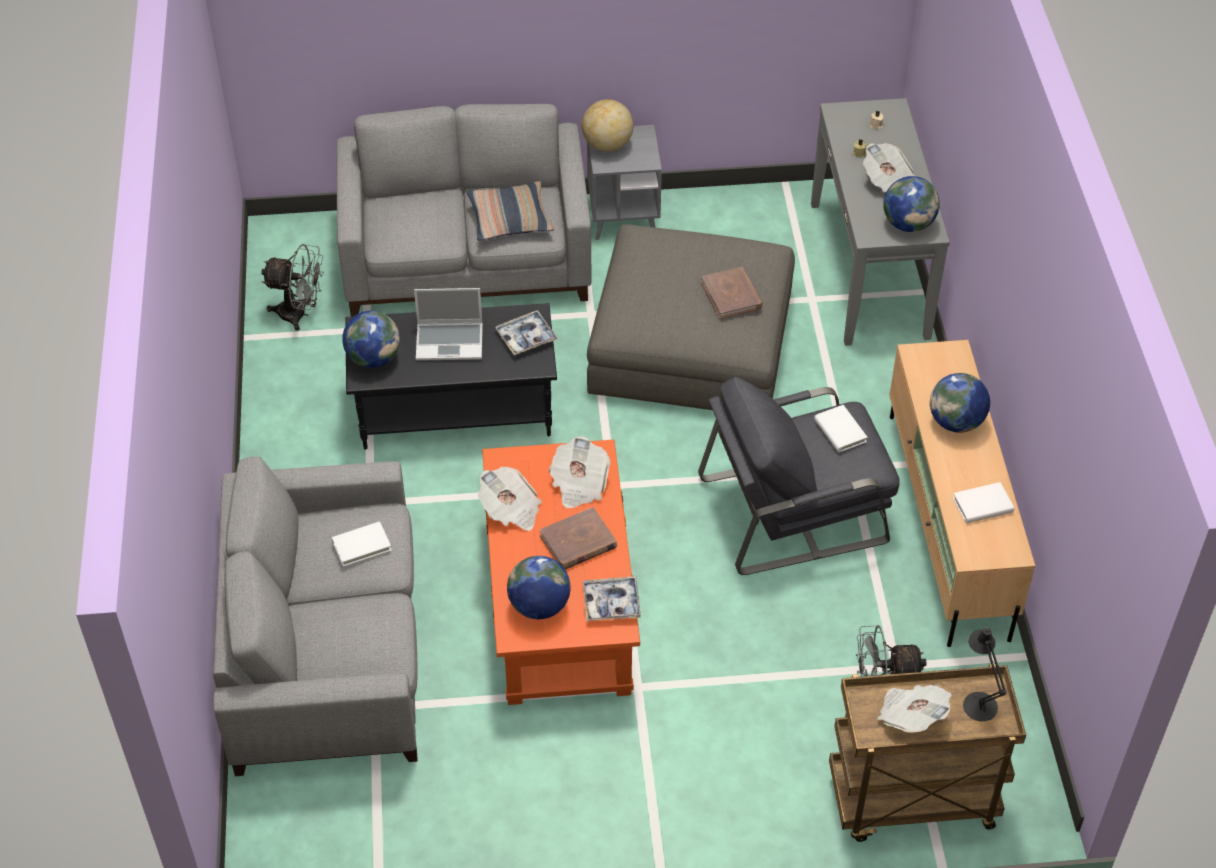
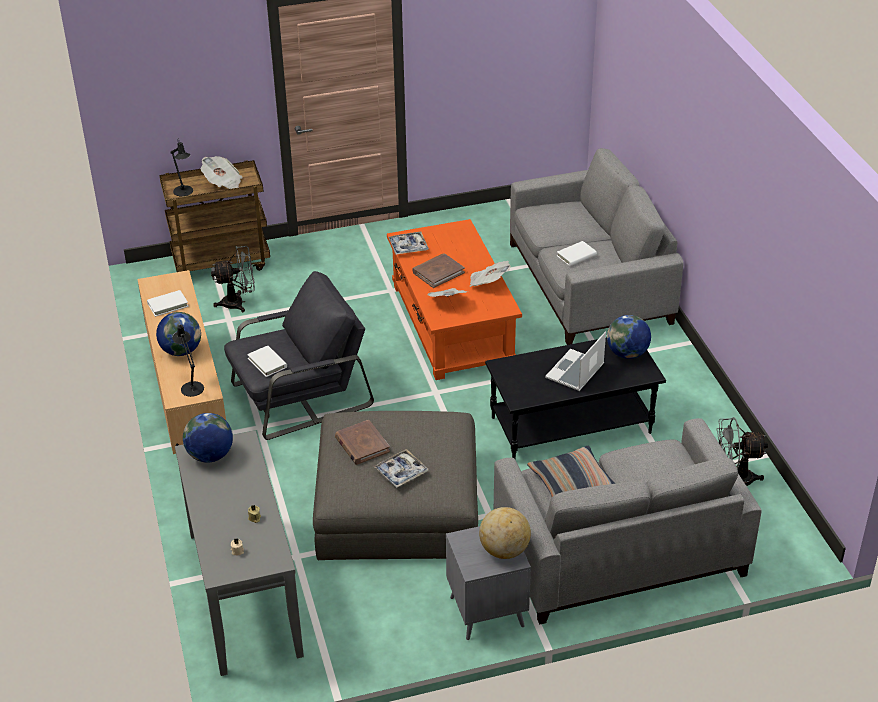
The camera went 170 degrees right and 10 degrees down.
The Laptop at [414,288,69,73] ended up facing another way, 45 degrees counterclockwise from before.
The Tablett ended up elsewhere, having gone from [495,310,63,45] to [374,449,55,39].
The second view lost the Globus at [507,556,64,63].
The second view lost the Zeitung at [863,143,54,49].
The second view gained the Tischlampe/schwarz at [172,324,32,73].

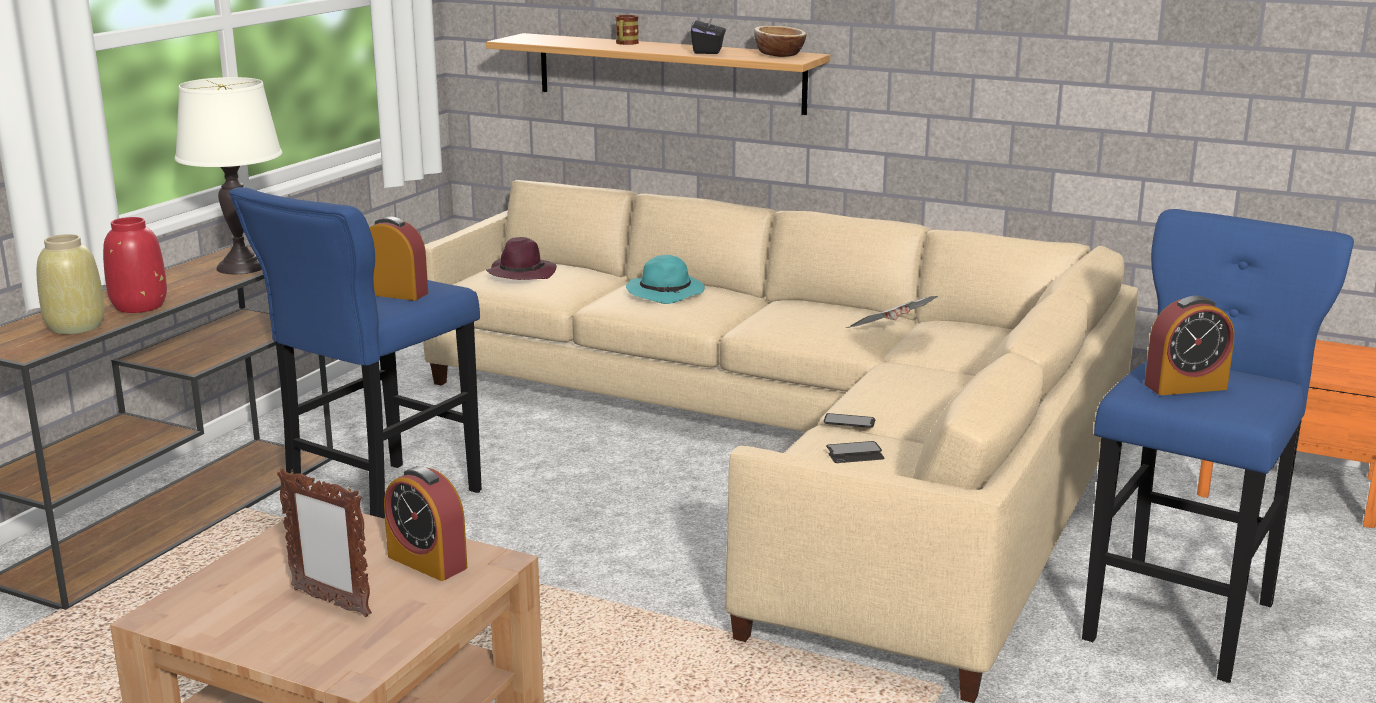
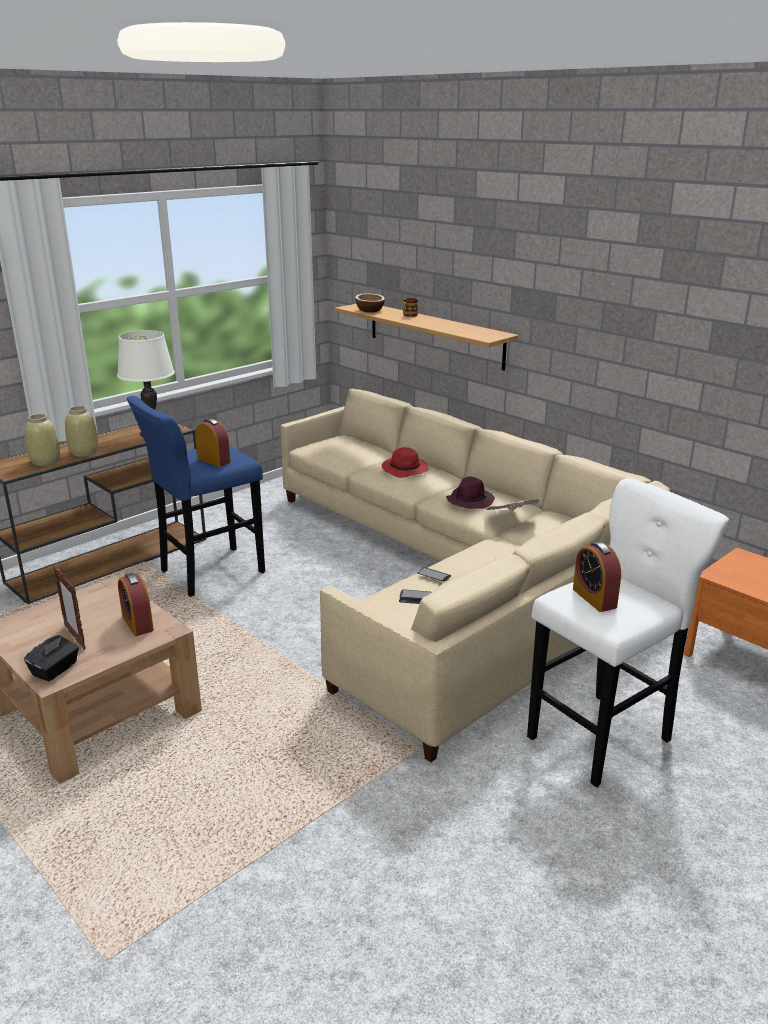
The camera went 20 degrees right and 5 degrees up.
What was the Vase/rot at [103,217,64,96] turned into the Vase/beige at [65,406,33,51].
The Hut/lila ended up elsewhere, having gone from [486,237,71,43] to [446,476,49,33].
What was the Hut/türkis at [626,255,79,49] turned into the Hut/rot at [382,447,47,31].
The Taschentuchbox/schwarz ended up elsewhere, having gone from [691,11,35,43] to [24,635,55,46].
The Schüssel ended up elsewhere, having gone from [754,26,53,31] to [355,293,30,19].
What was the Hocker/blau at [1082,209,272,474] turned into the Hocker/weiß at [527,478,202,309].
The Wecker at [1144,296,90,99] ended up facing another way, 60 degrees clockwise from before.

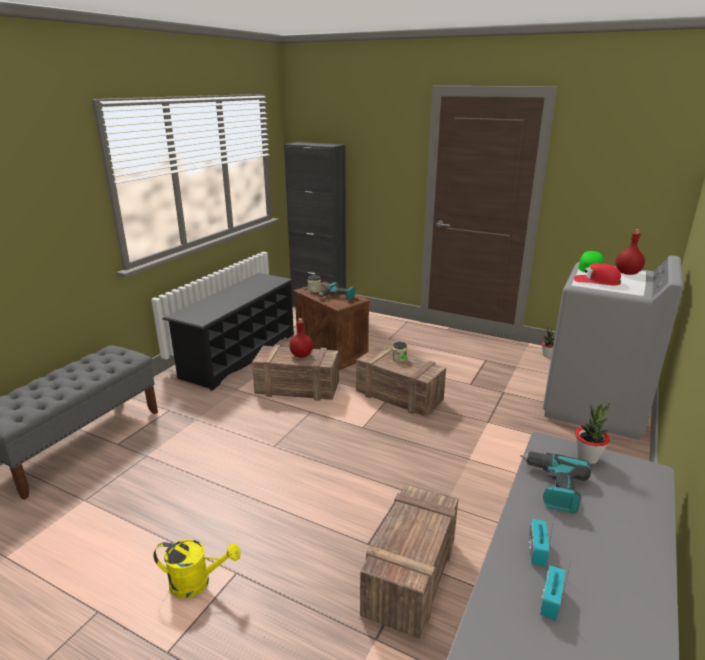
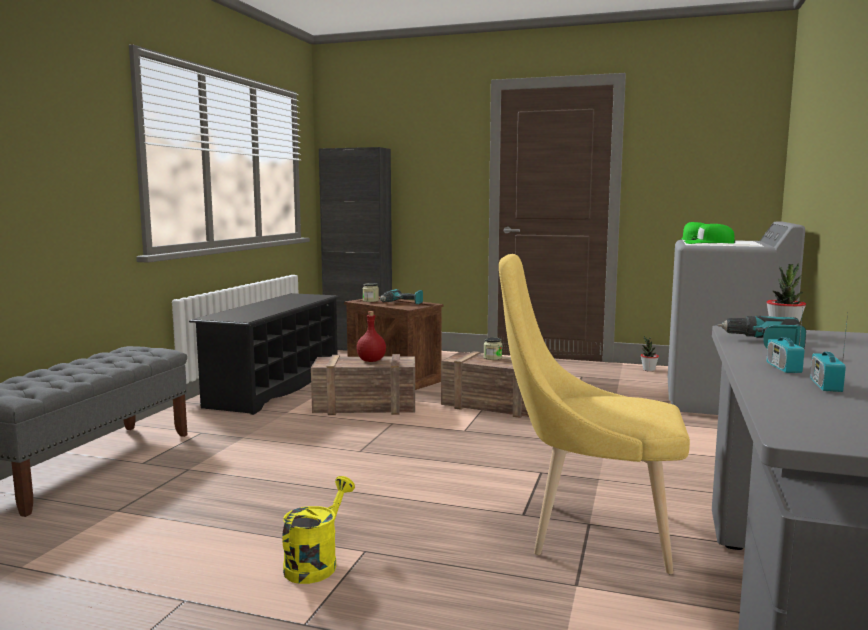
The camera went 10 degrees left and 15 degrees down.
The Gießkanne/gelb at [153,539,87,59] ended up facing another way, 60 degrees counterclockwise from before.
Where the Kiste stood at [360,484,98,155], the Stuhl/gelb came to stand at [499,254,191,320].
What was the Kappe/rot at [574,263,47,22] turned into the Kappe/grün at [684,224,51,20].
The second view lost the Flasche/rot at [616,229,29,46].

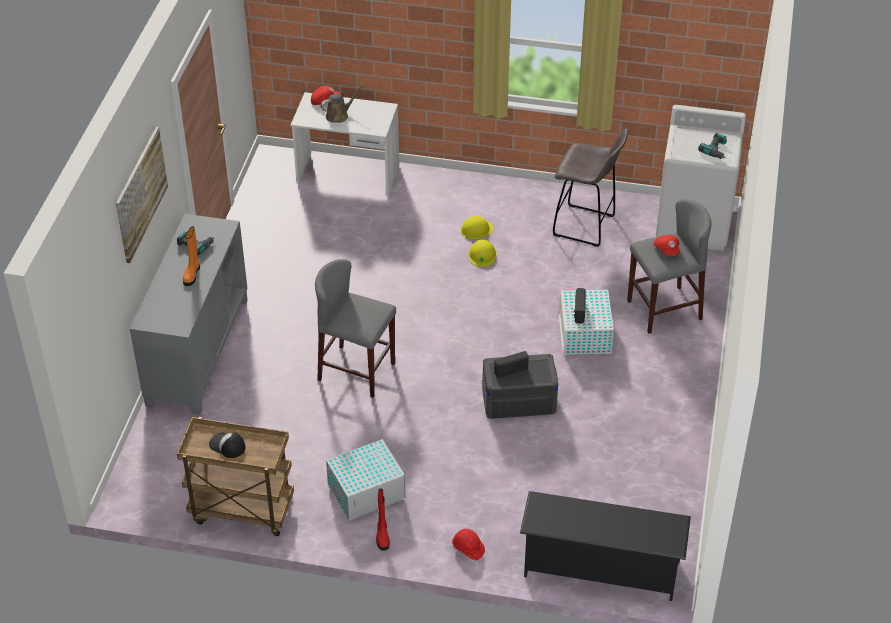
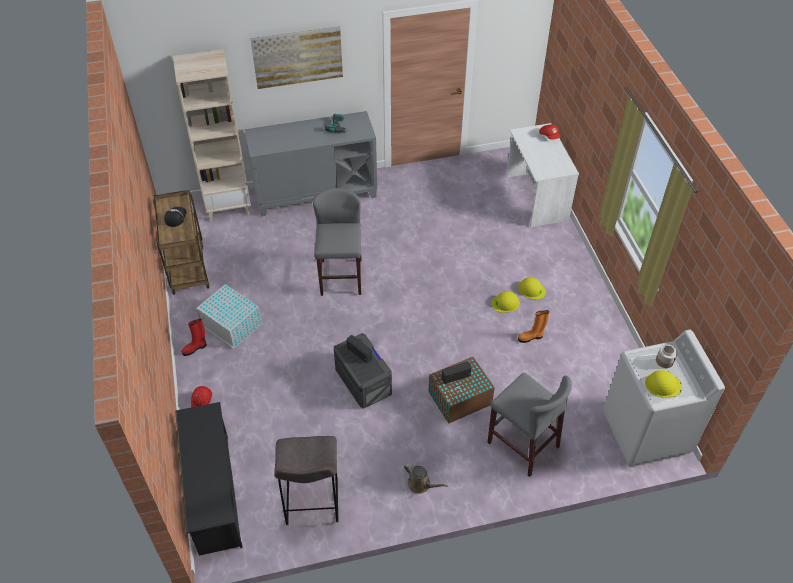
The camera went 65 degrees right and 5 degrees up.
The Stiefel/orange ended up elsewhere, having gone from [183,226,17,60] to [518,310,31,33].
The Gießkanne/braun ended up elsewhere, having gone from [320,83,44,40] to [404,463,44,31].
The Hocker/grau ended up elsewhere, having gone from [553,128,75,119] to [274,436,65,89].
What was the Aufbewahrungsbox/weiß at [558,290,56,65] turned into the Aufbewahrungsbox/braun at [429,357,66,67].
The second view lost the Kappe/rot at [654,235,26,21].
Where the Bohrmaschine stood at [698,133,29,26], the Schutzhelm/gelb came to stand at [645,370,37,27].
The second view gained the Bücherregal/beige at [173,49,78,172].
The second view gained the Vorratsglas at [656,344,21,24].

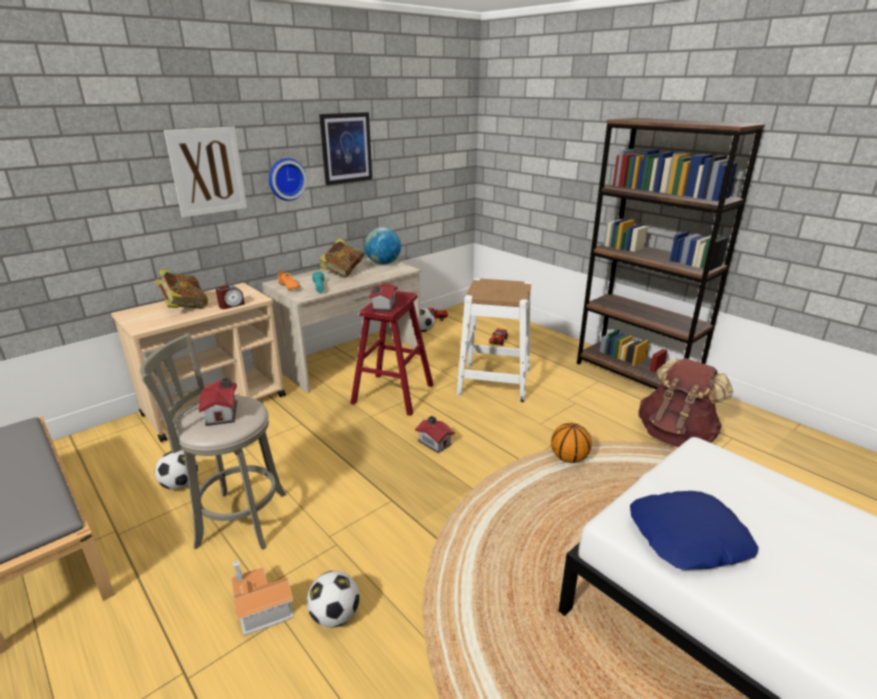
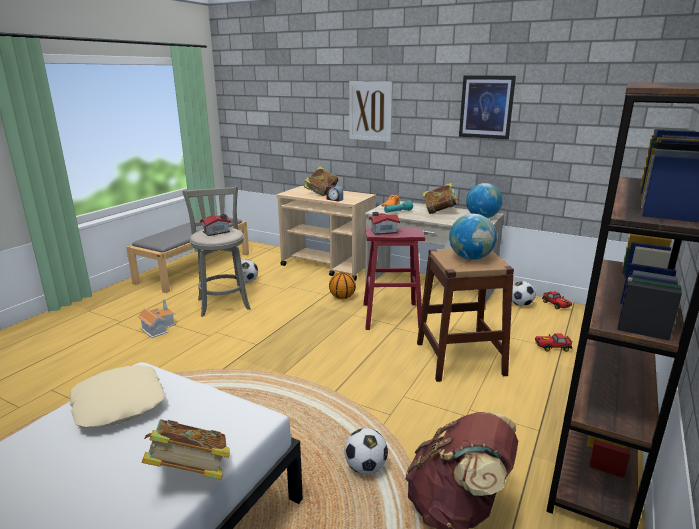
The camera went 70 degrees right and 5 degrees down.
The second view lost the Wanduhr at [269,158,38,43].
The Fußball ended up elsewhere, having gone from [307,571,52,57] to [344,428,44,46].
The second view lost the Spielzeughaus at [415,416,40,37].
What was the Hocker/weiß at [456,278,75,124] turned into the Hocker/braun at [417,248,97,134].
The Basketball ended up elsewhere, having gone from [551,423,41,40] to [329,272,27,27].
What was the Kissen/blau at [630,491,128,79] turned into the Kissen/beige at [70,365,95,63].
The second view gained the Buch at [142,419,88,61].
The second view gained the Globus at [449,214,48,46].

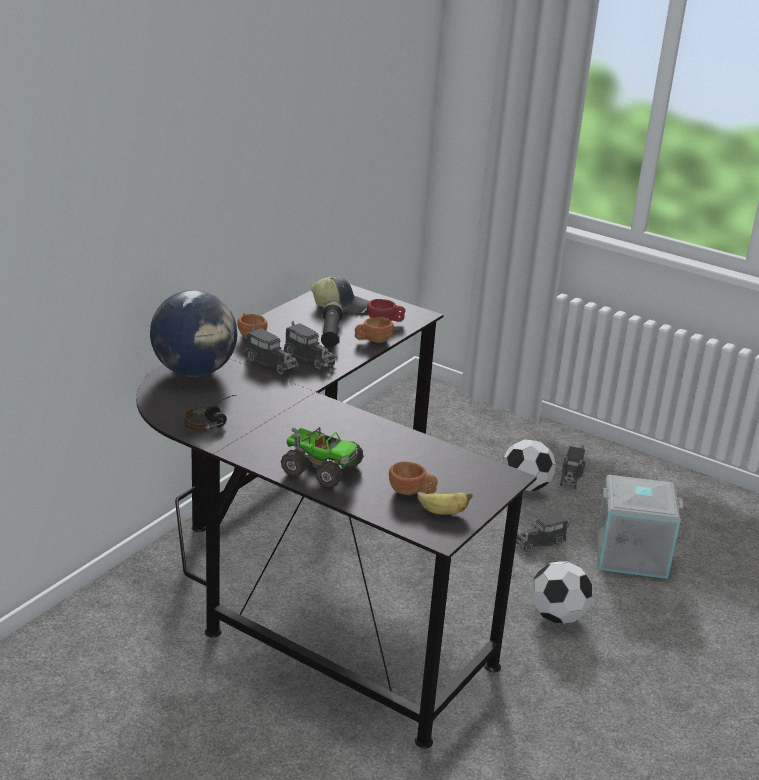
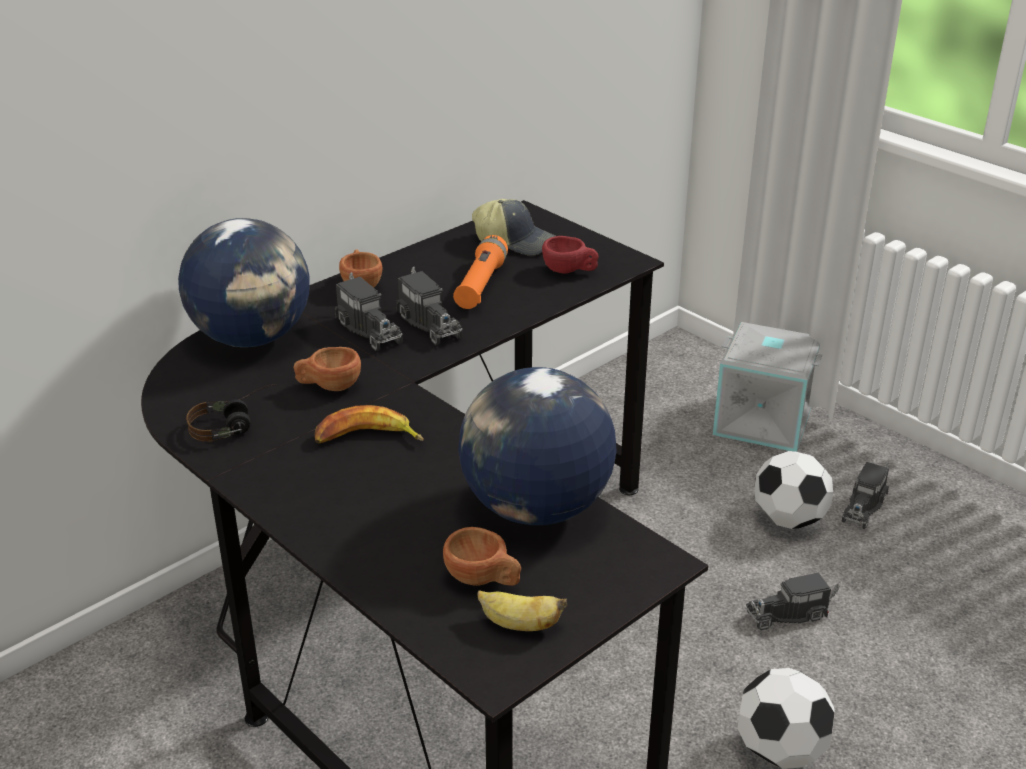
The camera went 15 degrees right and 5 degrees up.
The second view lost the Spielzeuglaster at [281,427,83,61].
What was the Taschenlampe/schwarz at [321,300,22,48] turned into the Taschenlampe/orange at [453,235,55,74].
The Tasse/braun ended up elsewhere, having gone from [355,317,39,26] to [294,347,67,44].
The Aufbewahrungsbox/grau ended up elsewhere, having gone from [597,475,86,104] to [713,322,109,130].
The second view gained the Banane at [315,405,109,39].
The second view gained the Globus at [458,367,159,158].

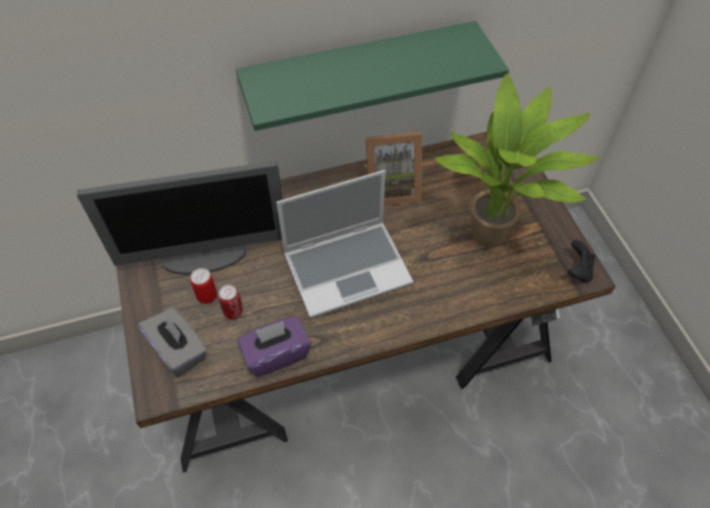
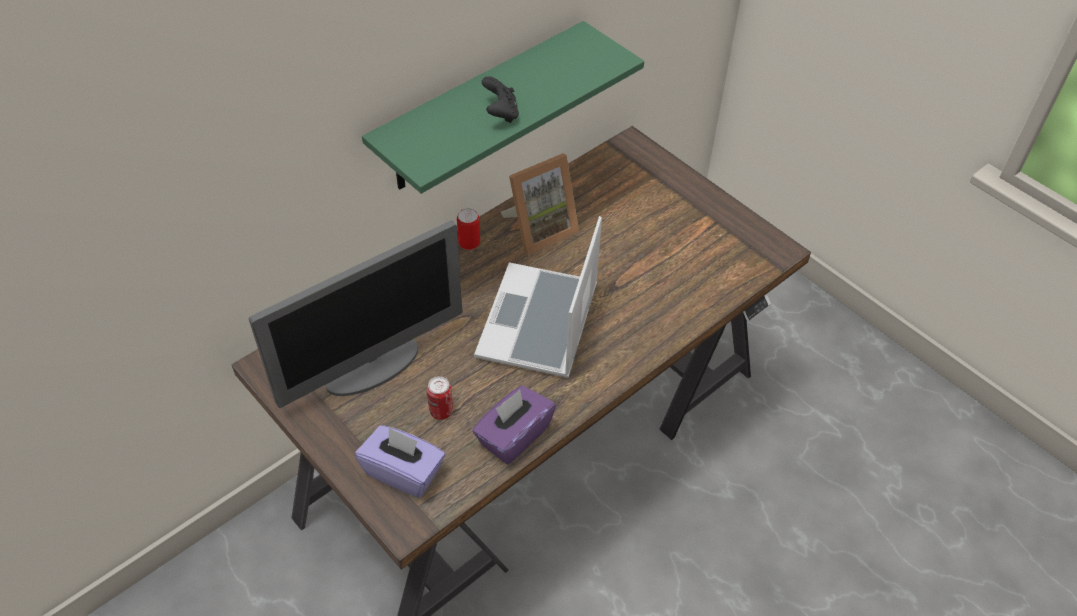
The camera went 25 degrees left and 5 degrees down.
What was the Taschentuchbox/grau at [138,308,69,69] turned into the Taschentuchbox/lila at [355,425,90,73].
The Dose ended up elsewhere, having gone from [190,268,27,36] to [457,208,23,42].
The Laptop at [276,170,138,149] ended up facing another way, 150 degrees clockwise from before.
The second view lost the Topfpflanze at [434,73,166,175].
The Gamepad/schwarz ended up elsewhere, having gone from [568,240,27,42] to [482,76,37,47].

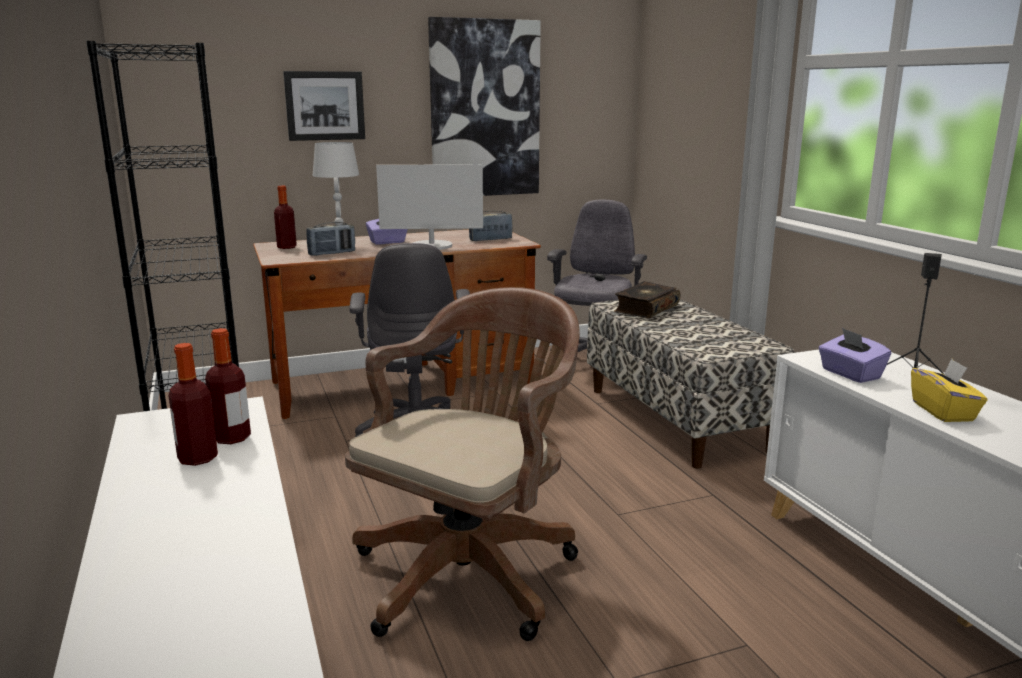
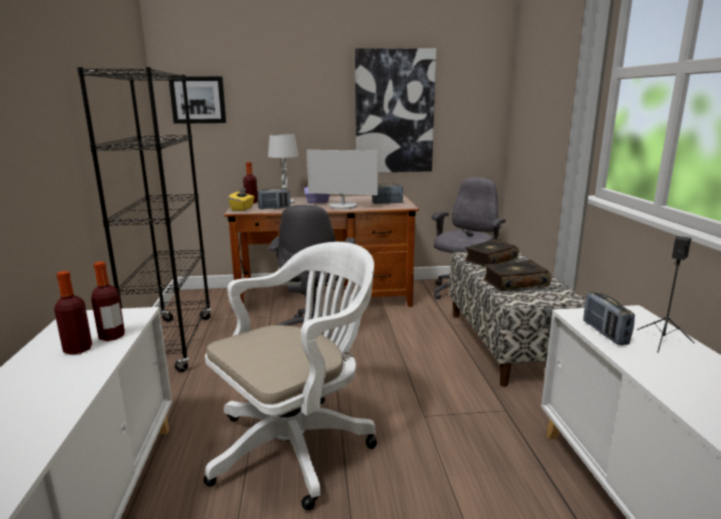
The camera went 15 degrees right and 0 degrees up.
The Bild ended up elsewhere, having gone from [283,71,82,70] to [169,76,57,48].
What was the Bürostuhl/braun at [345,287,235,354] turned into the Bürostuhl/weiß at [204,242,173,268].
Where the Taschentuchbox/lila stood at [819,328,72,55], the Radio came to stand at [583,292,52,53].
The Taschentuchbox/gelb ended up elsewhere, having gone from [911,359,77,63] to [228,188,27,23].
The second view gained the Buch at [483,260,68,31].

